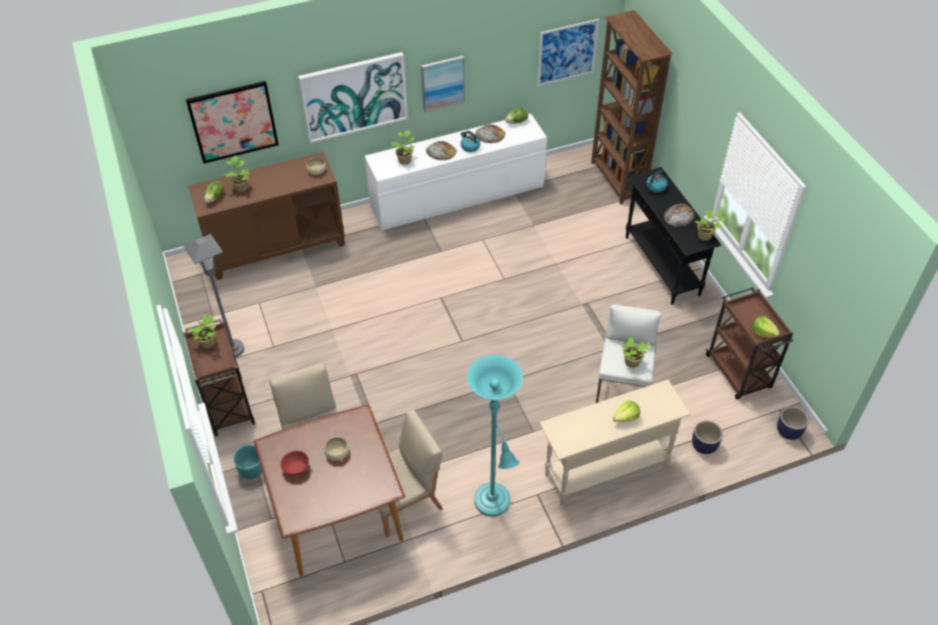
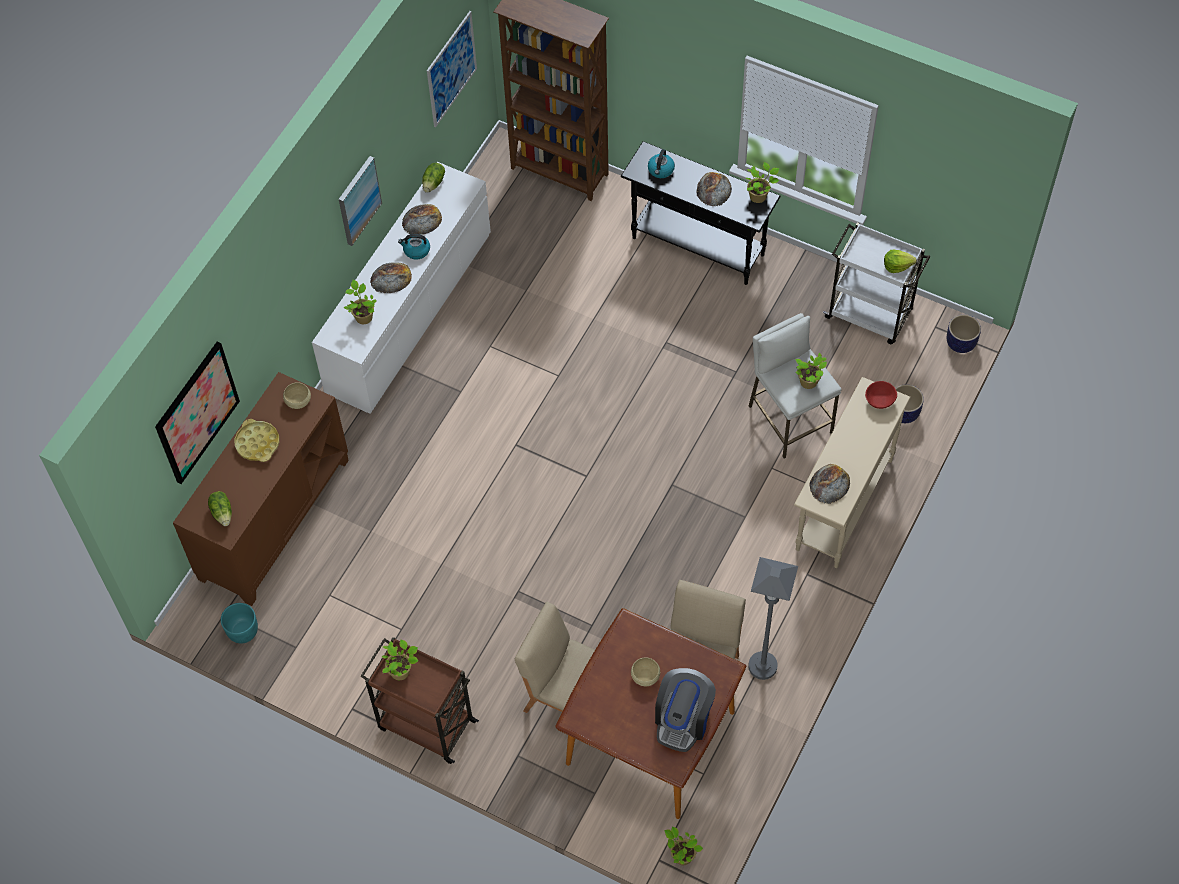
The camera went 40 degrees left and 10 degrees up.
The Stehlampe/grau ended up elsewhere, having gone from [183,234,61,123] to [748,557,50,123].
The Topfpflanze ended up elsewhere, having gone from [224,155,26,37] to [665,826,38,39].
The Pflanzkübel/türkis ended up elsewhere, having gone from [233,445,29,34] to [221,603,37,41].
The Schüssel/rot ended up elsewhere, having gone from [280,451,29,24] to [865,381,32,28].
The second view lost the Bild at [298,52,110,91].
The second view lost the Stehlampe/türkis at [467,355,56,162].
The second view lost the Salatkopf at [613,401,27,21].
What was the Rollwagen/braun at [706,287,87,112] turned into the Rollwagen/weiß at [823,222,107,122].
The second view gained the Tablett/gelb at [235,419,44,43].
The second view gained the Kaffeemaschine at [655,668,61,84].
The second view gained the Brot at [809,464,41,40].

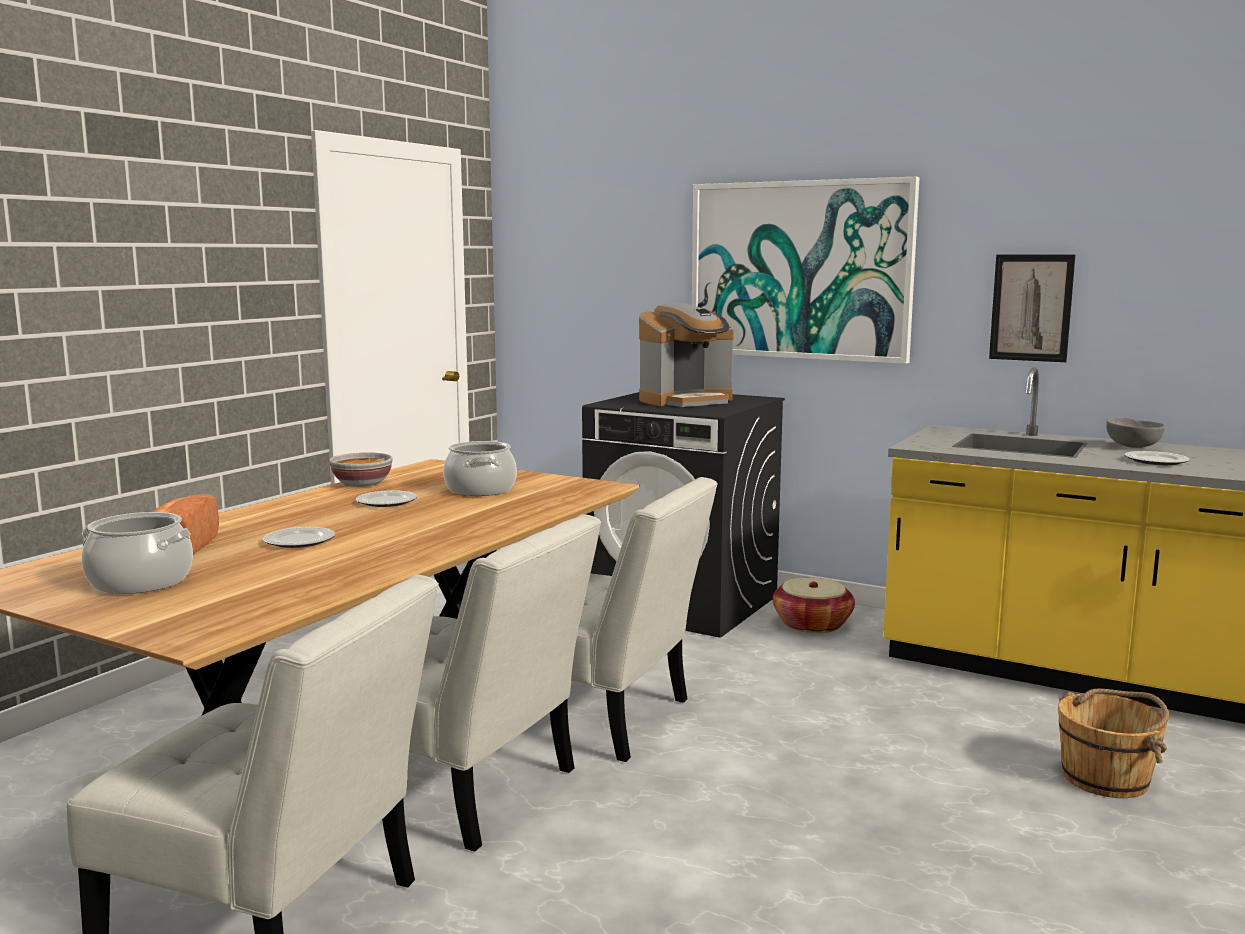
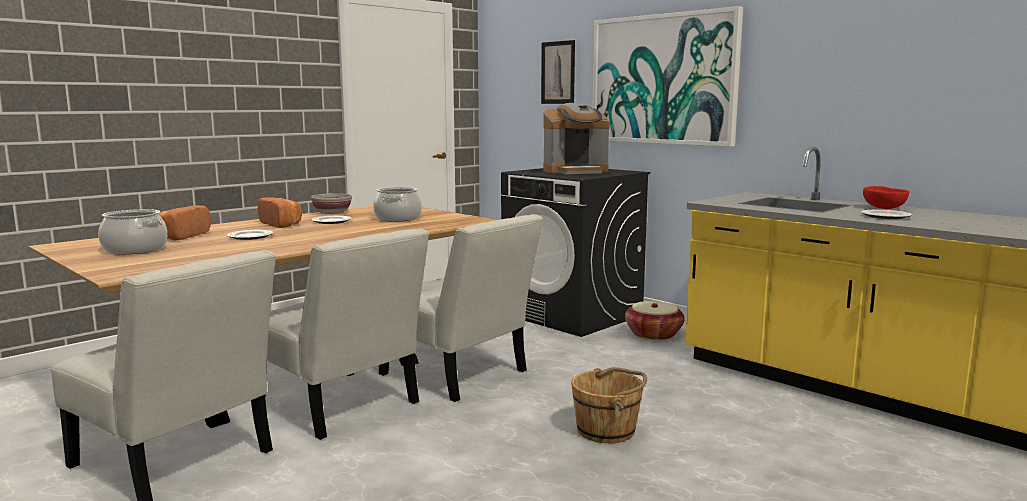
The camera went 15 degrees right and 0 degrees up.
The Bild ended up elsewhere, having gone from [989,254,87,108] to [541,40,34,64].
The Eimer/braun ended up elsewhere, having gone from [1058,688,111,110] to [571,367,76,76].
What was the Schüssel/grau at [1106,418,59,30] turned into the Schüssel/rot at [863,186,46,23].
The second view gained the Brot at [258,198,44,30].

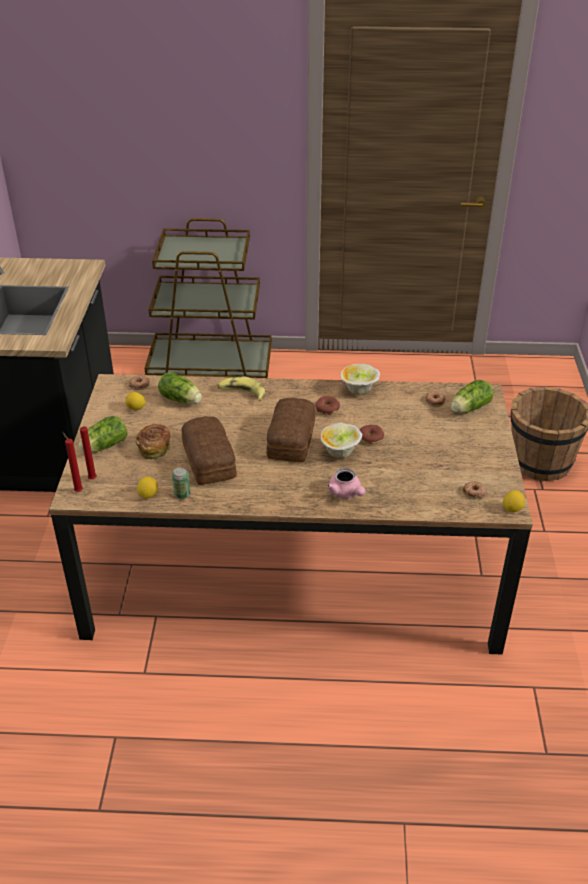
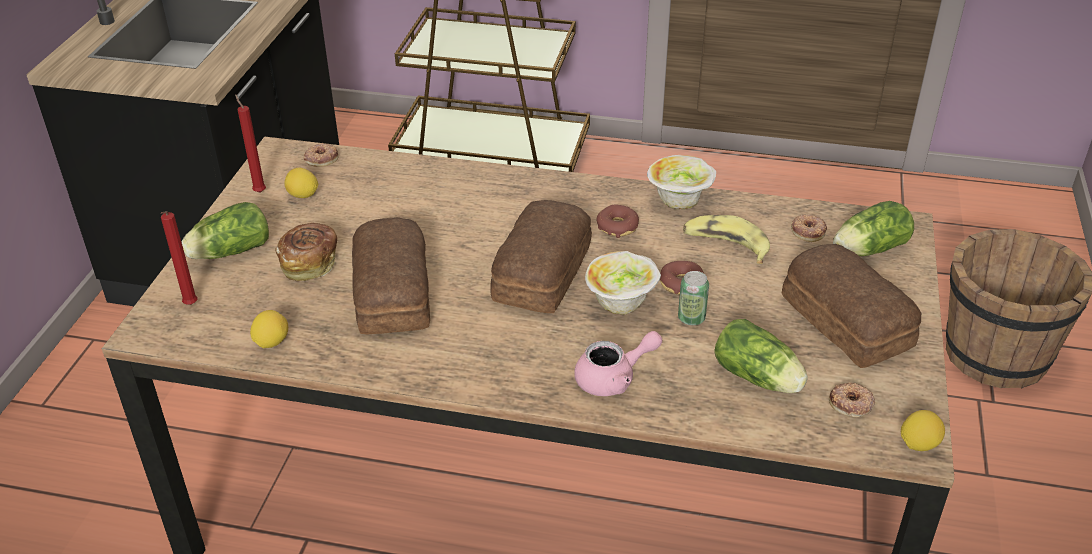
The camera went 10 degrees right and 0 degrees up.
The Kerze/rot ended up elsewhere, having gone from [62,432,21,60] to [235,94,31,98].
The Salatkopf ended up elsewhere, having gone from [158,372,44,32] to [714,319,94,74].
The Dose ended up elsewhere, having gone from [172,467,18,32] to [678,271,31,54].
The Banane ended up elsewhere, having gone from [217,376,48,25] to [683,215,87,49].
The Teekanne/rosa at [327,468,39,30] ended up facing another way, 90 degrees counterclockwise from before.
The second view gained the Brot at [782,244,139,124].

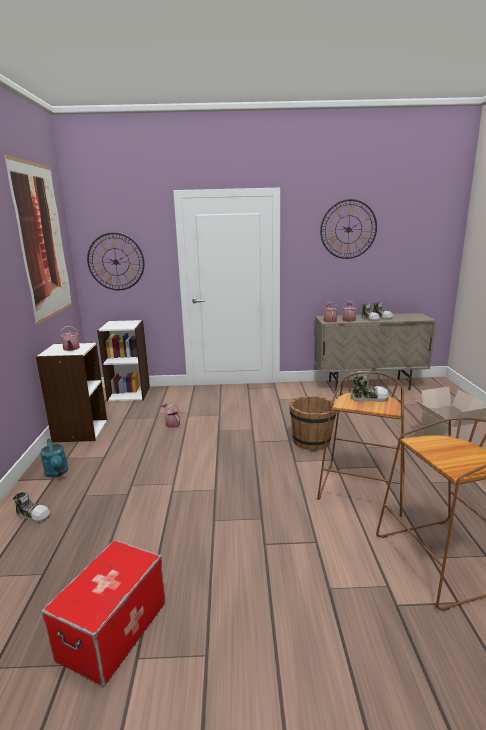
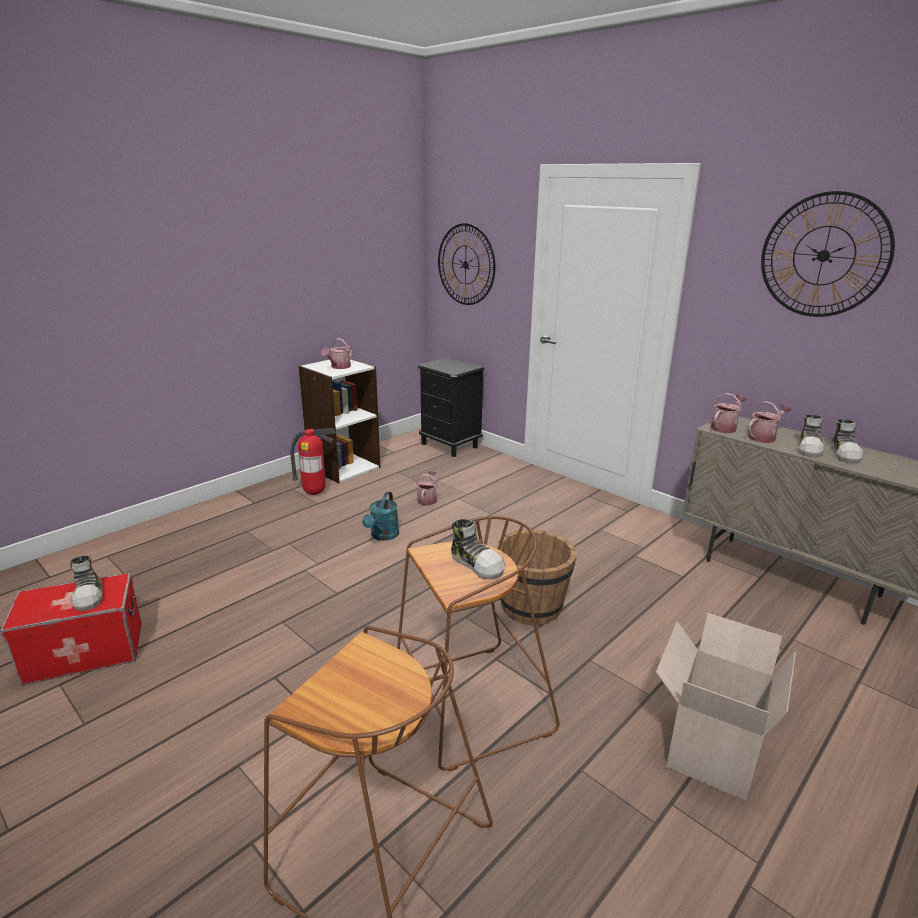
The camera went 45 degrees right and 5 degrees up.
The second view lost the Bild at [4,155,68,170].
The Schuh ended up elsewhere, having gone from [13,492,37,31] to [70,556,33,55].
The Gießkanne/türkis ended up elsewhere, having gone from [40,439,28,39] to [362,492,37,49].
Where the Bücherregal/weiß stood at [97,320,53,81], the Nachttisch/schwarz came to stand at [418,357,67,100].
The second view gained the Feuerlöscher at [290,428,46,67].

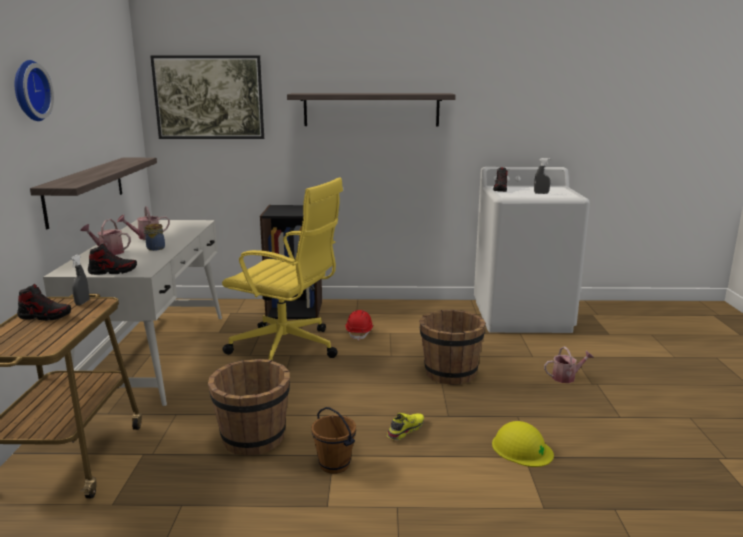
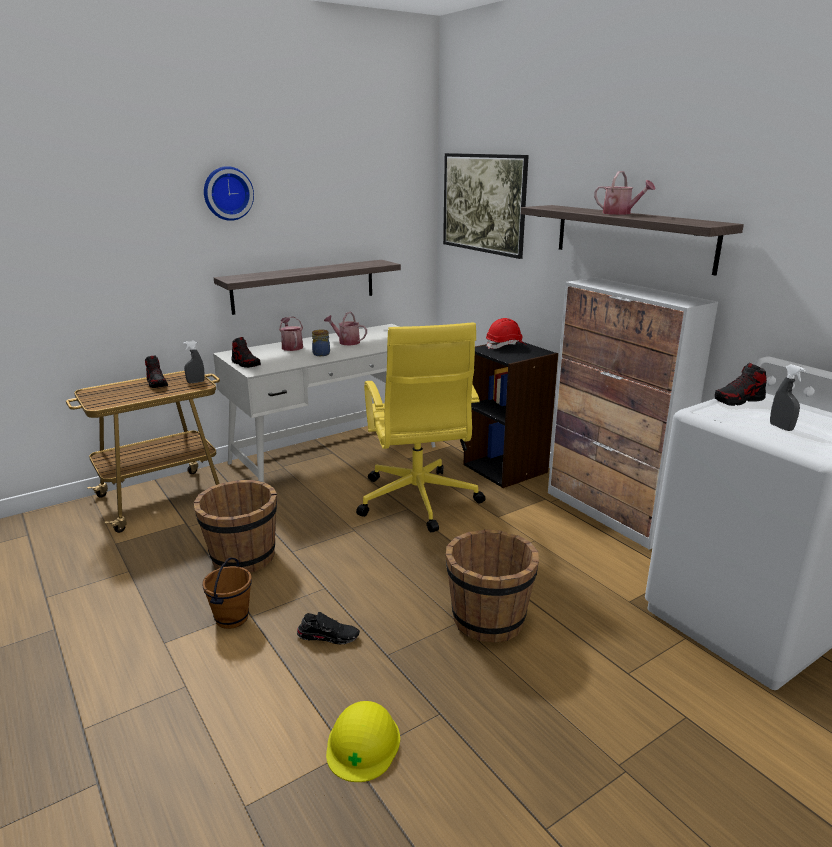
The camera went 55 degrees right and 5 degrees up.
The Schutzhelm/rot ended up elsewhere, having gone from [346,310,27,31] to [486,318,40,31].
What was the Schuh/gelb at [387,413,37,27] turned into the Schuh/schwarz at [297,612,63,33].
The Gießkanne ended up elsewhere, having gone from [544,347,50,36] to [594,171,61,44].
The second view gained the Schrank at [548,277,170,273].

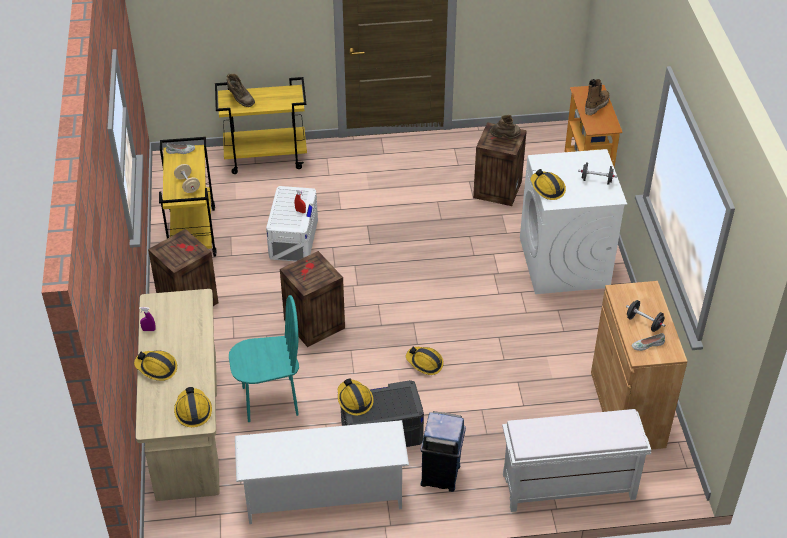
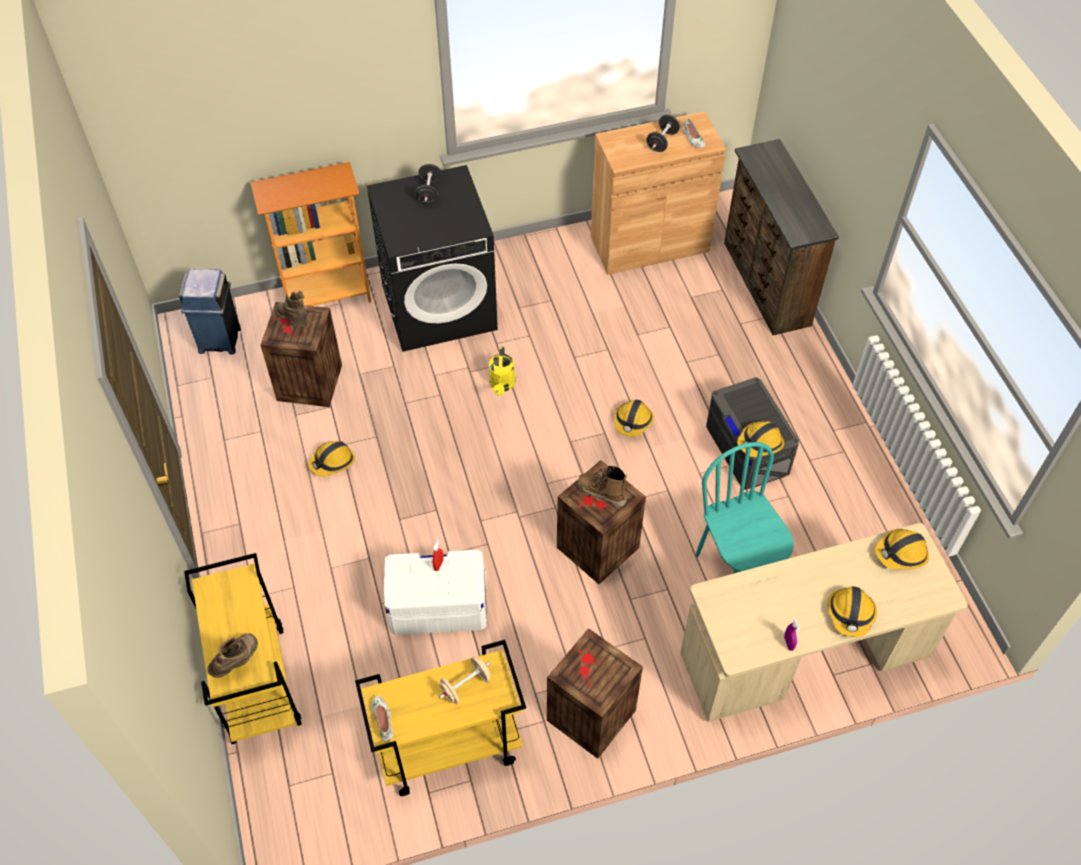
The camera went 100 degrees left and 10 degrees up.
The second view lost the Schuhregal/weiß at [235,420,174,104].
The Mülleimer/blau ended up elsewhere, having gone from [420,411,46,81] to [179,269,62,86].
Where the Bank/weiß stood at [502,409,149,103], the Kommode/braun came to stand at [724,139,115,196].
What was the Waschmaschine/weiß at [520,149,107,145] turned into the Waschmaschine/schwarz at [367,165,131,187].
The Schutzhelm ended up elsewhere, having gone from [531,169,35,31] to [308,441,47,36].
The Stiefel ended up elsewhere, having gone from [585,79,25,36] to [577,466,50,41].
The second view gained the Gießkanne/gelb at [489,347,26,49].

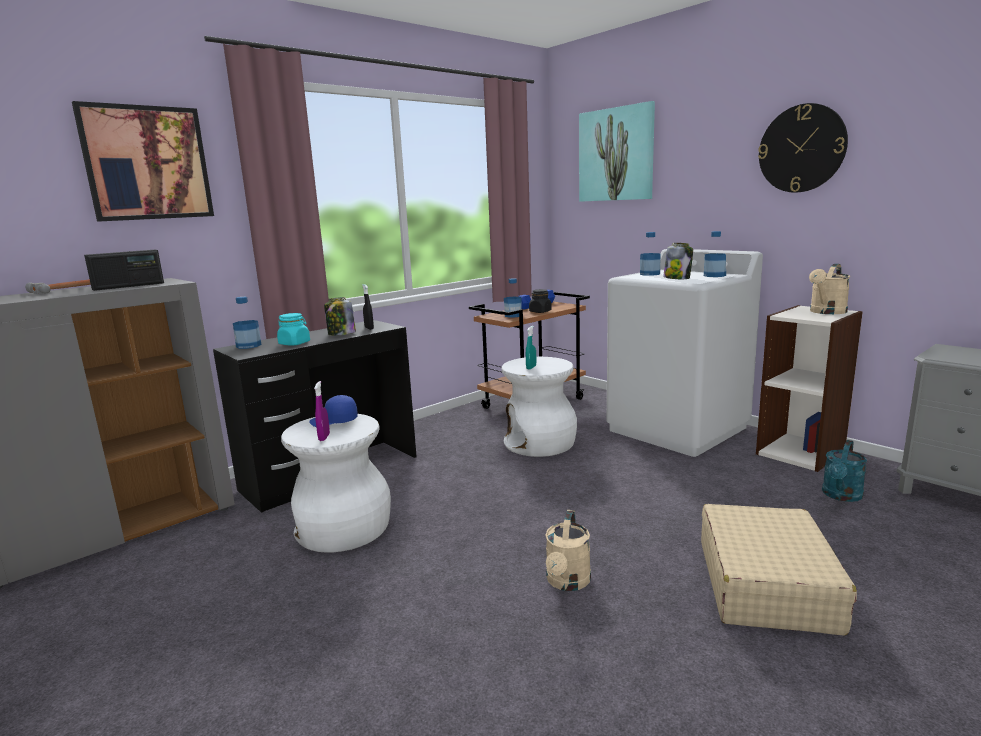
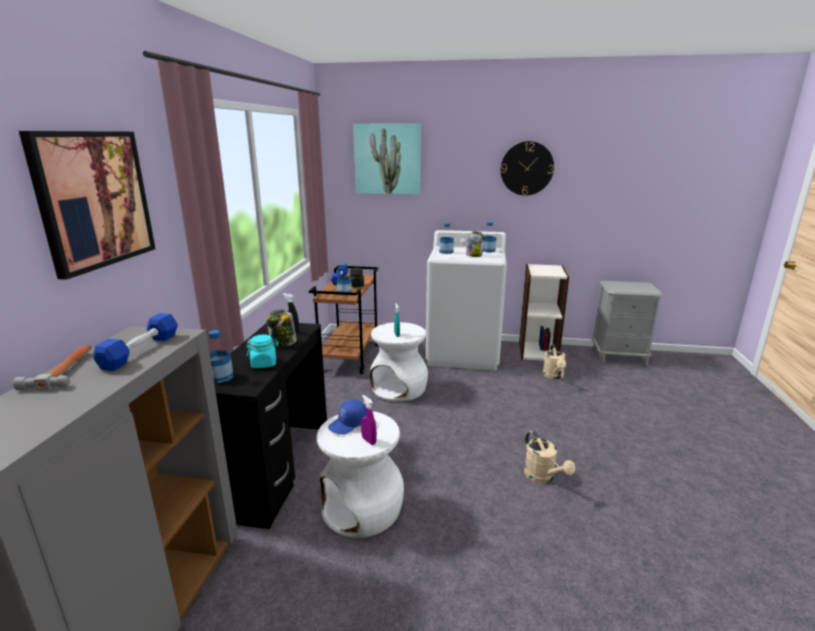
The camera went 40 degrees left and 5 degrees up.
Where the Radio stood at [84,250,80,41], the Hantel/blau came to stand at [92,313,86,58].
The second view lost the Koffer/beige at [701,504,156,132].
The Gießkanne/beige ended up elsewhere, having gone from [809,264,41,50] to [543,344,23,35].
The second view lost the Gießkanne/türkis at [822,440,45,62].

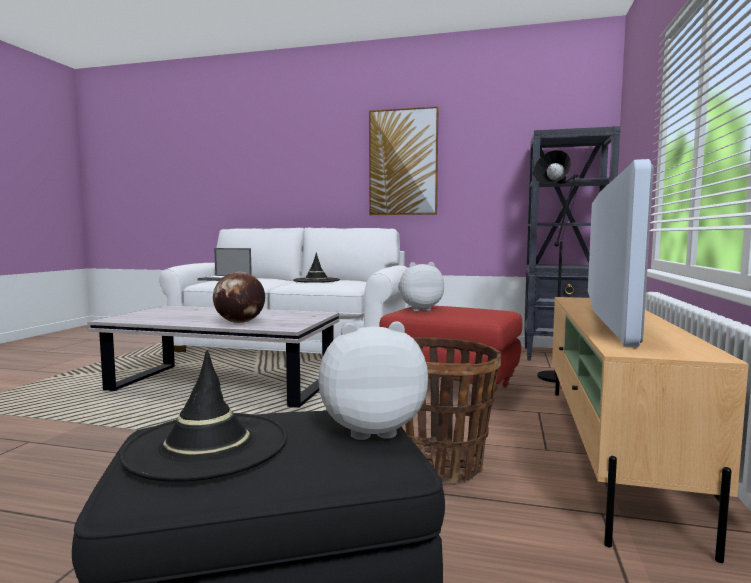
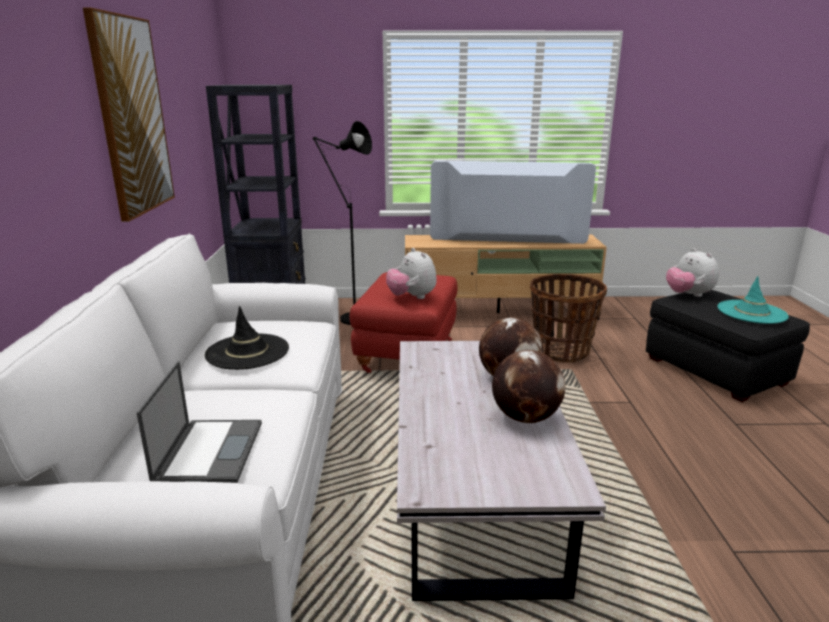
The camera went 105 degrees left and 15 degrees up.
What was the Hut/schwarz at [119,350,169,132] turned into the Hut/türkis at [717,276,72,48].
The second view gained the Globus at [492,350,73,73].

